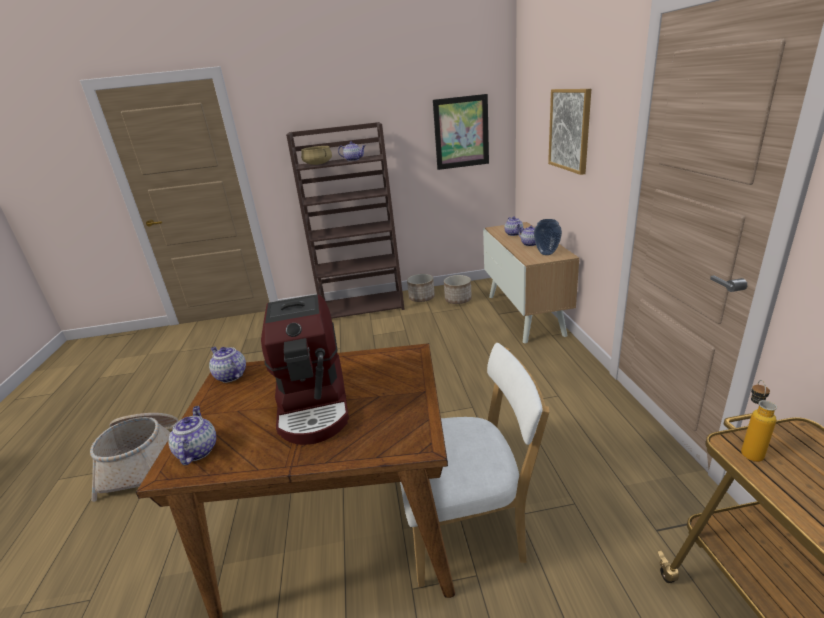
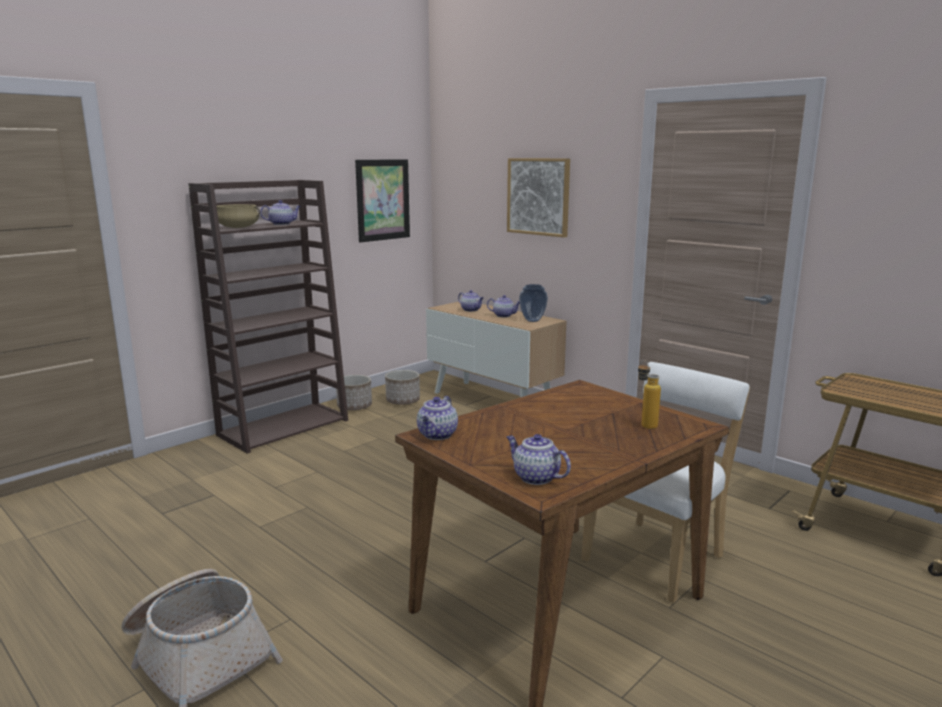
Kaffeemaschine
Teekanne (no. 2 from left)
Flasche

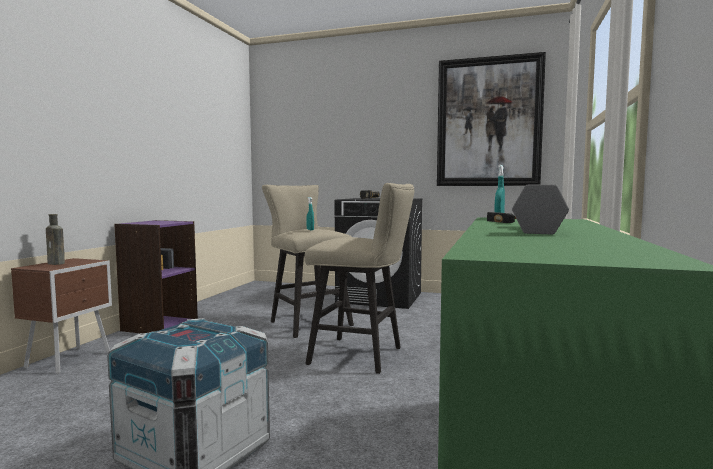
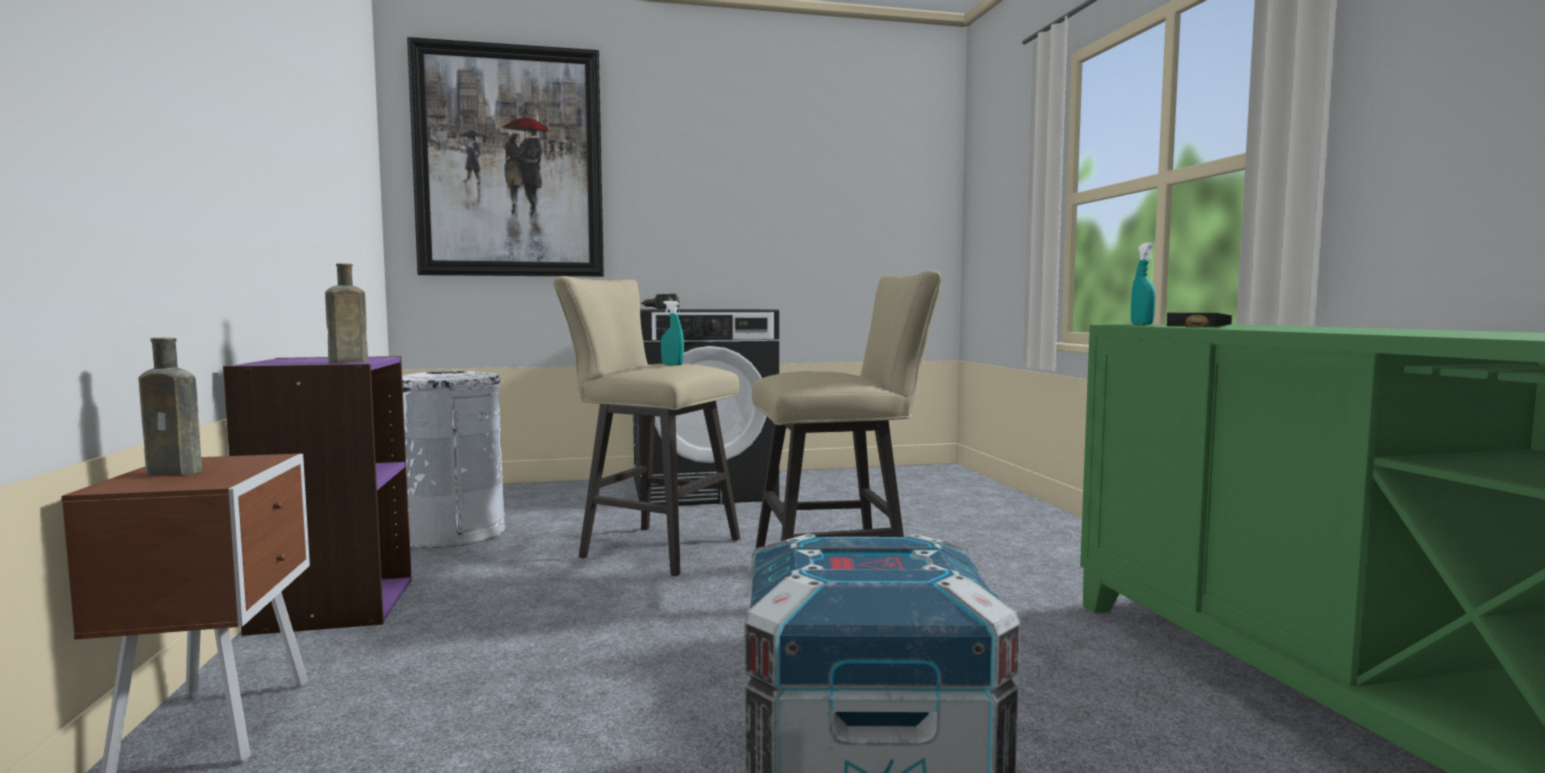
Bild
Hantel [grau]
Flasche [braun] (no. 2 from left)
Mülleimer [weiß]

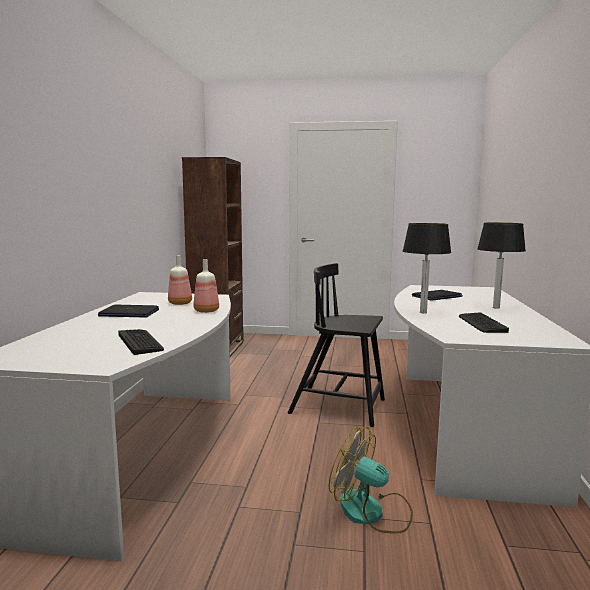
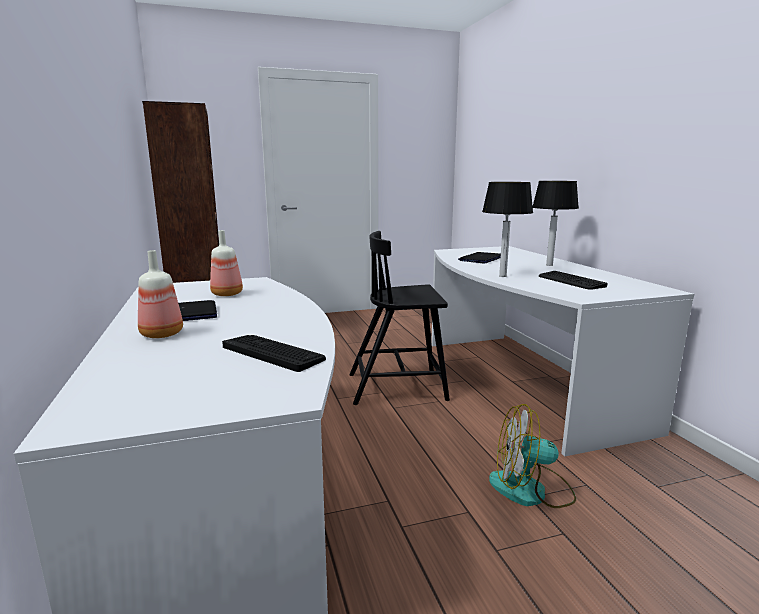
Flasche (no. 1 from left)

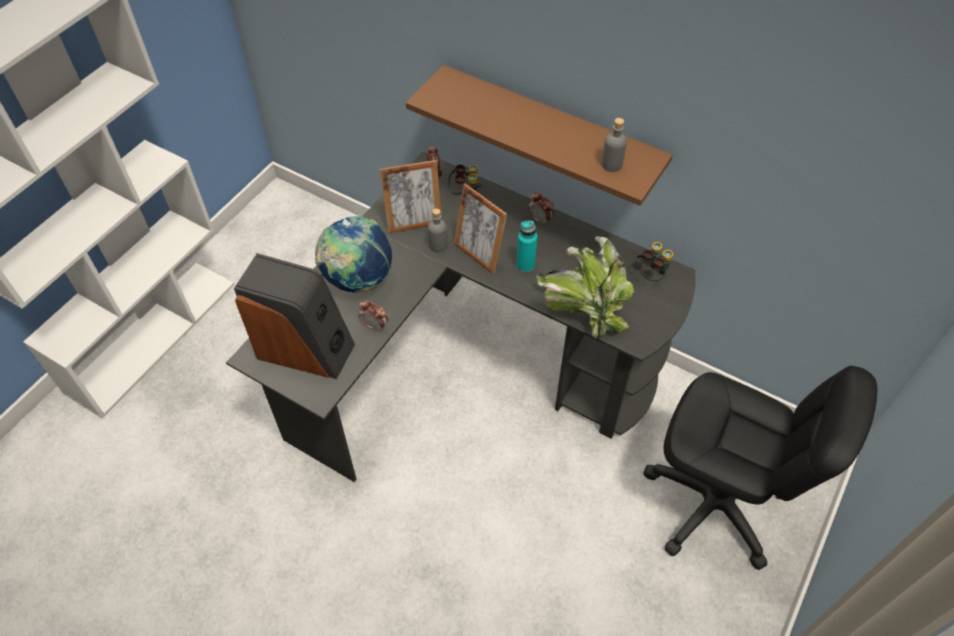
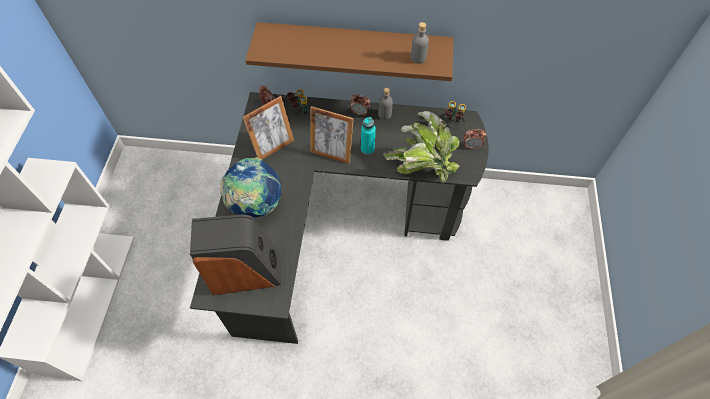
Flasche [grau] (no. 1 from left)
Wecker (no. 3 from left)
Bürostuhl [schwarz]

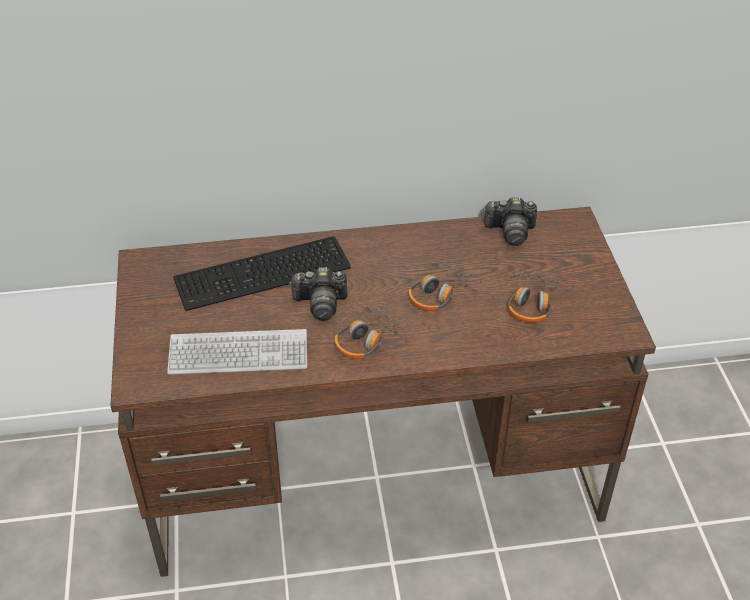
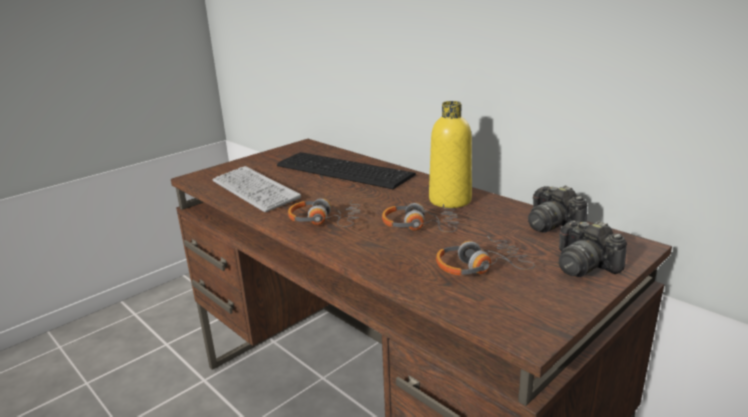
Kamera (no. 2 from left)
Flasche [gelb]

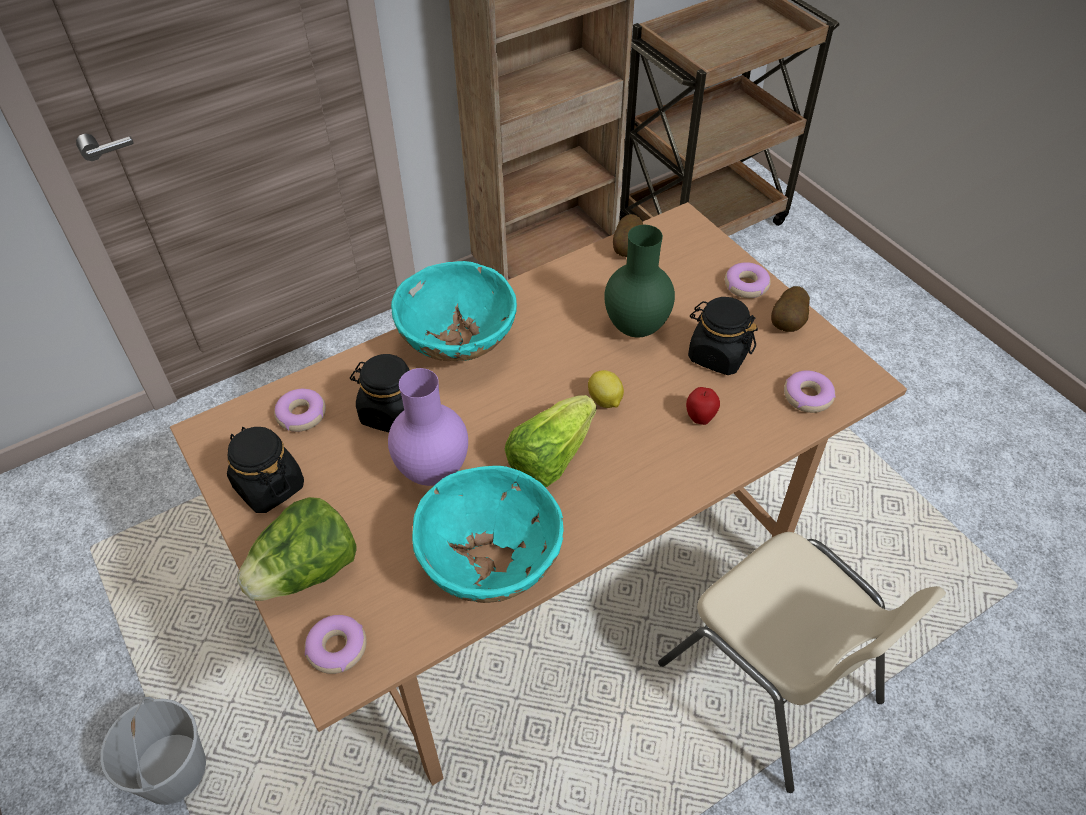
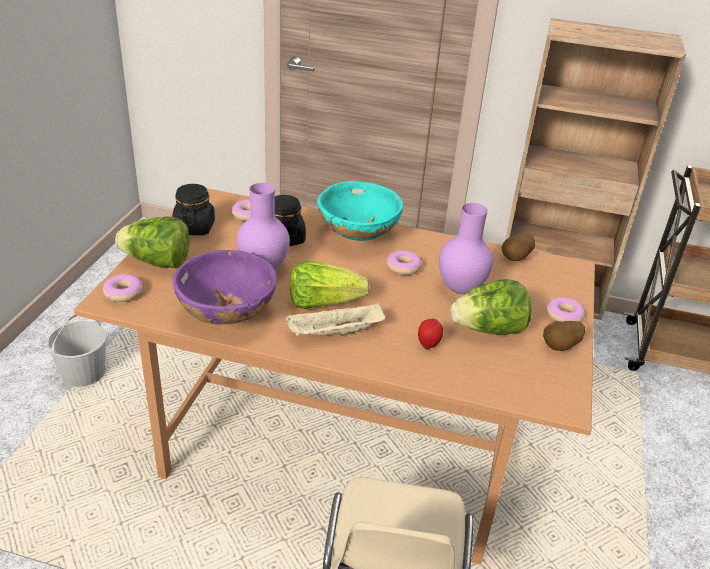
Vase [lila] (no. 2 from left)
Salatkopf (no. 3 from left)
Zitrone
Donut (no. 3 from left)
Schüssel [lila]
Tablett [beige]

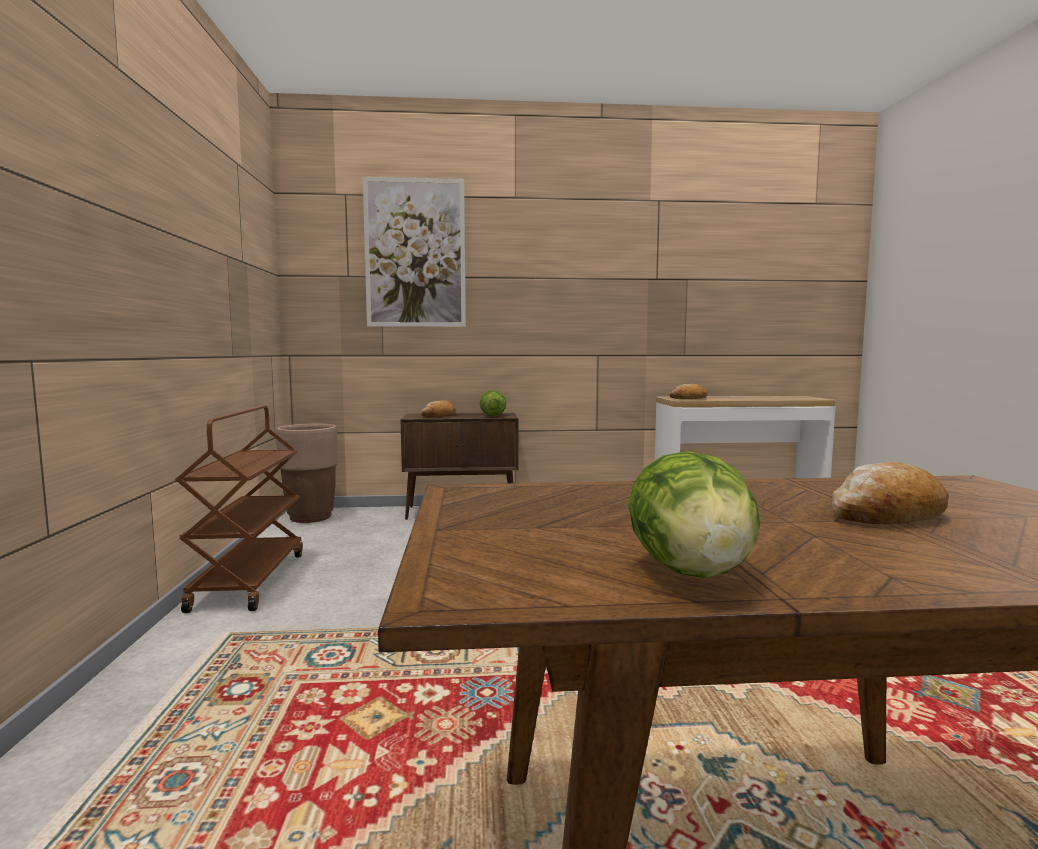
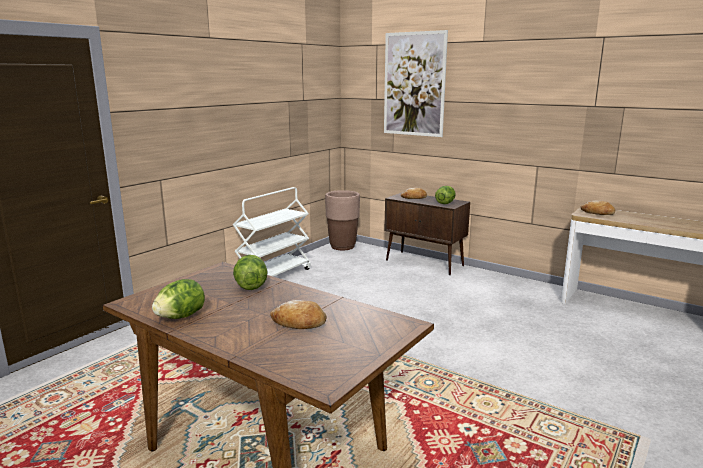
Rollwagen [weiß]
Salatkopf (no. 2 from left)

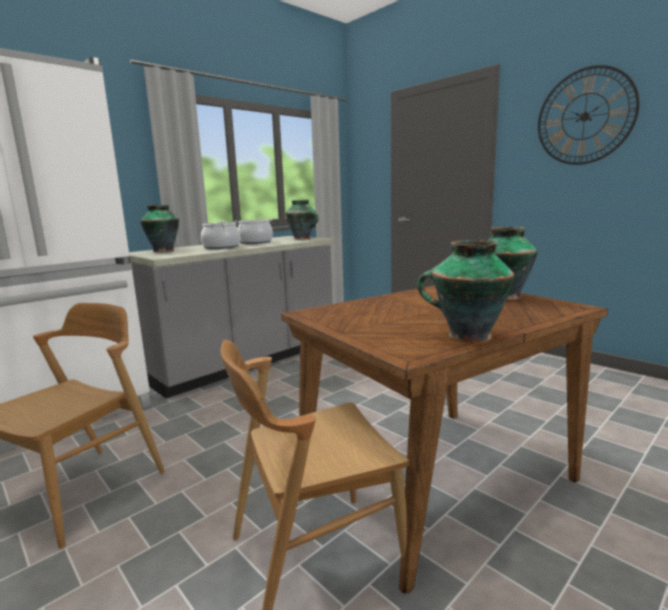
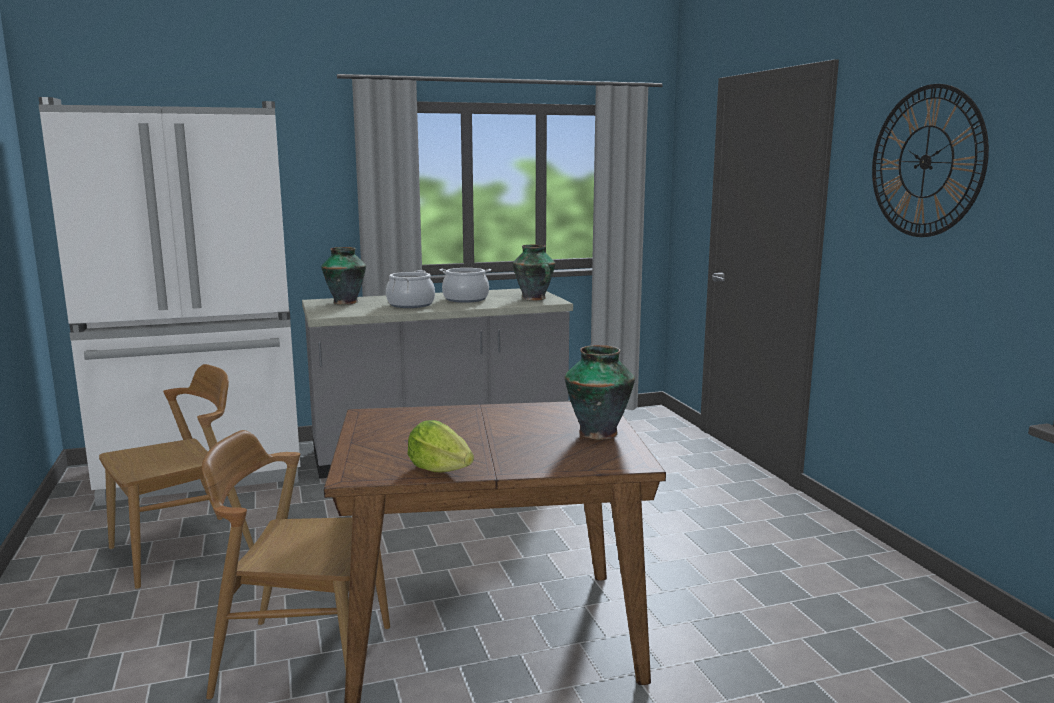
Salatkopf

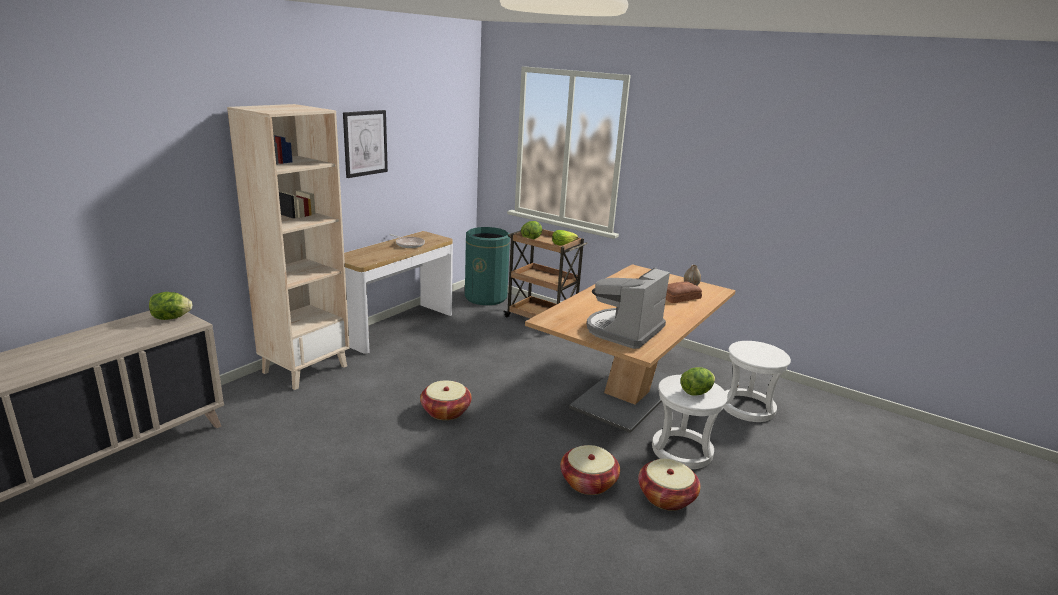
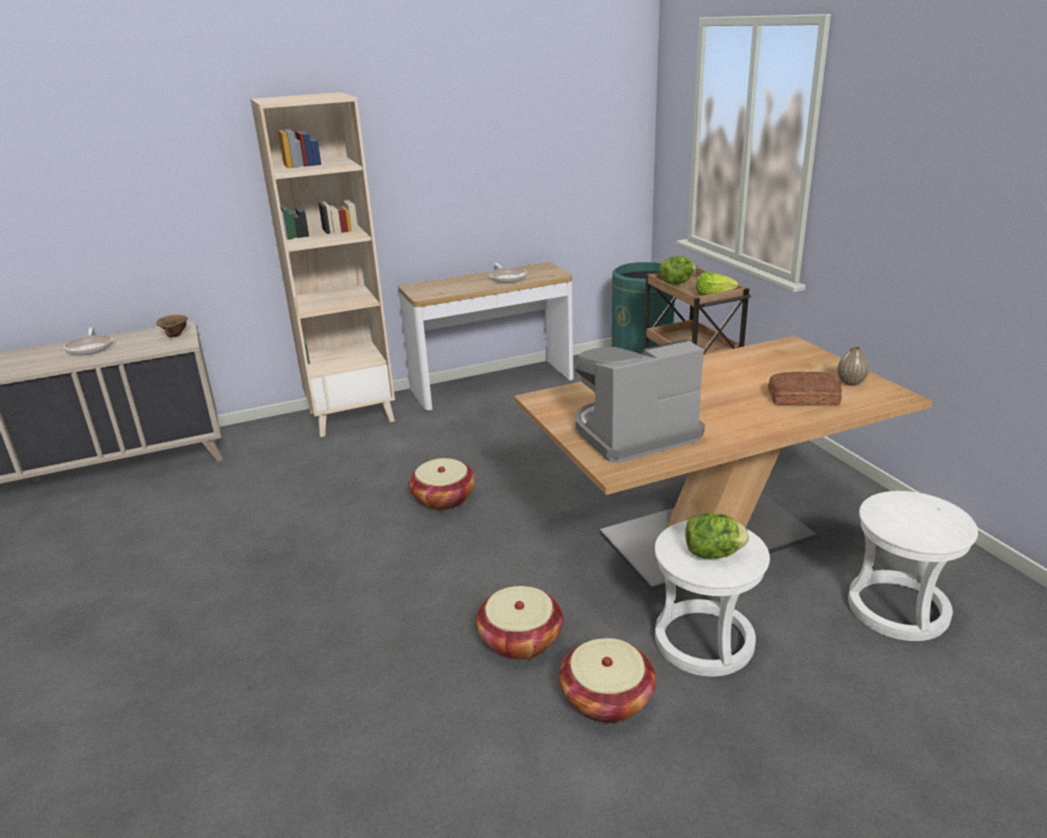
Bild
Schüssel [braun]
Pfanne (no. 1 from left)

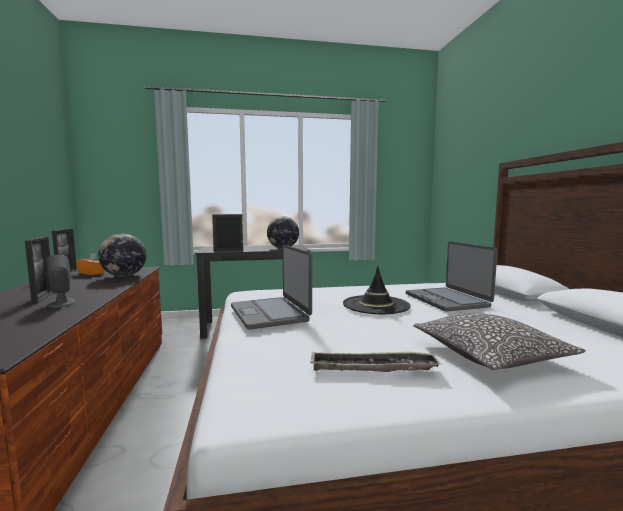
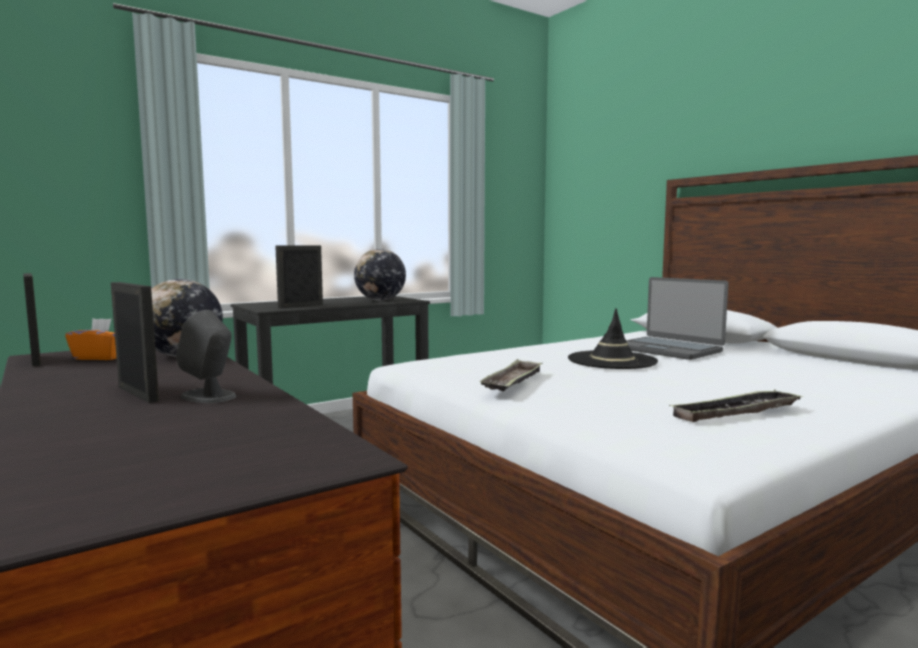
Tablett (no. 1 from left)
Kissen

